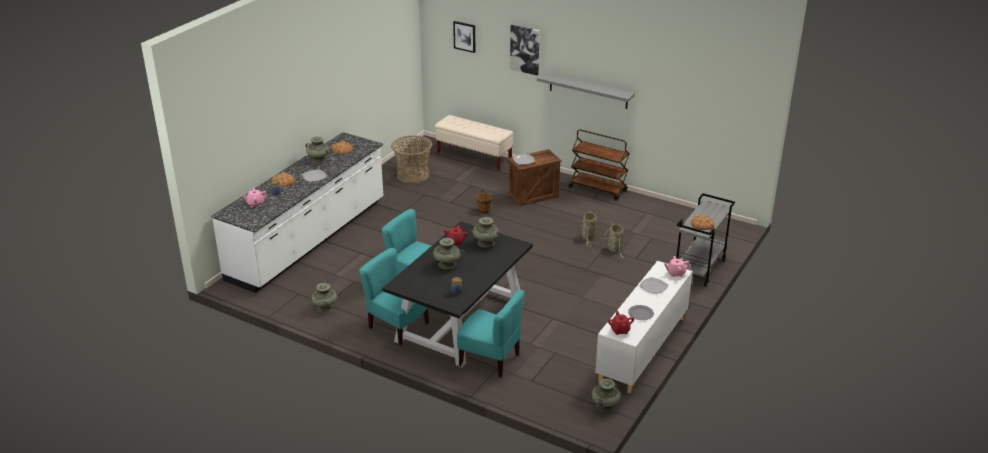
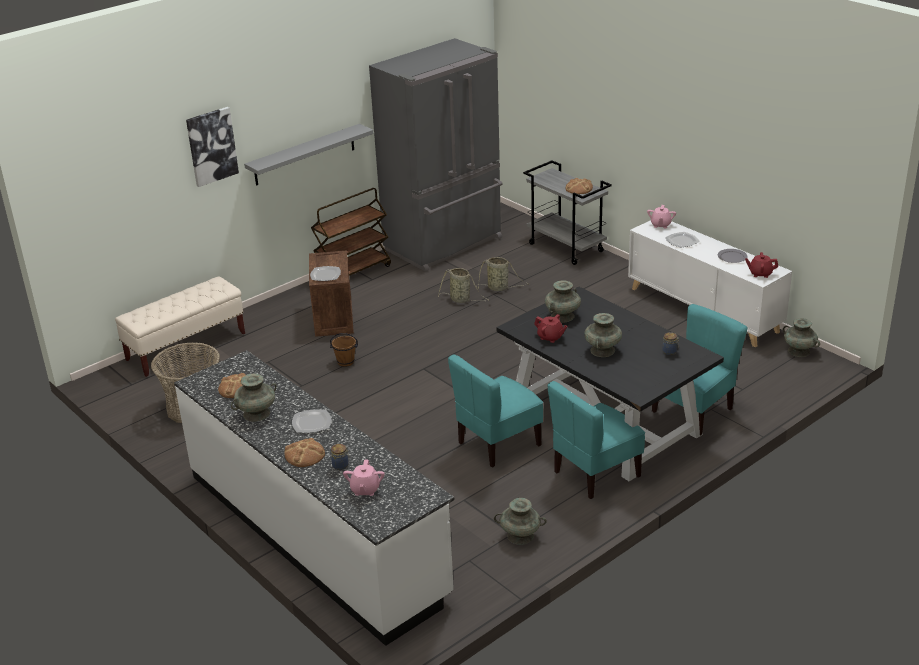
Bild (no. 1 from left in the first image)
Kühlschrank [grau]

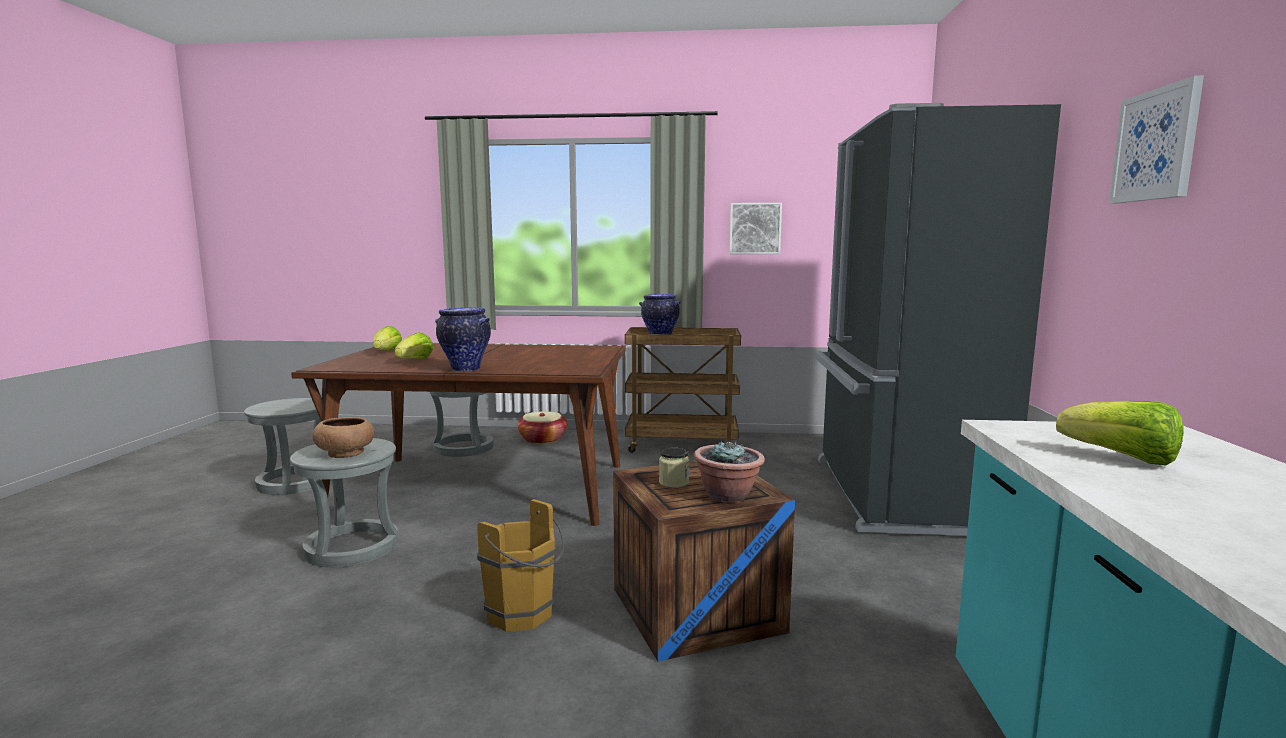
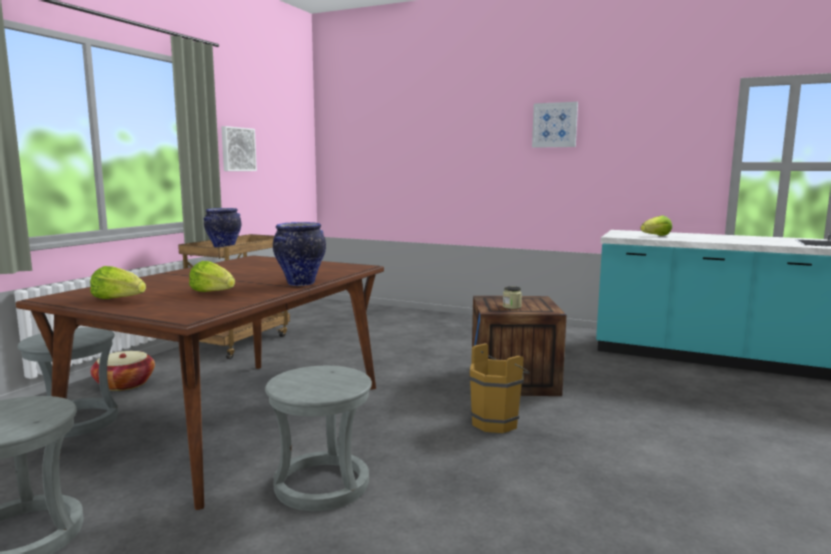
Kühlschrank [schwarz]
Schüssel [braun]
Topfpflanze

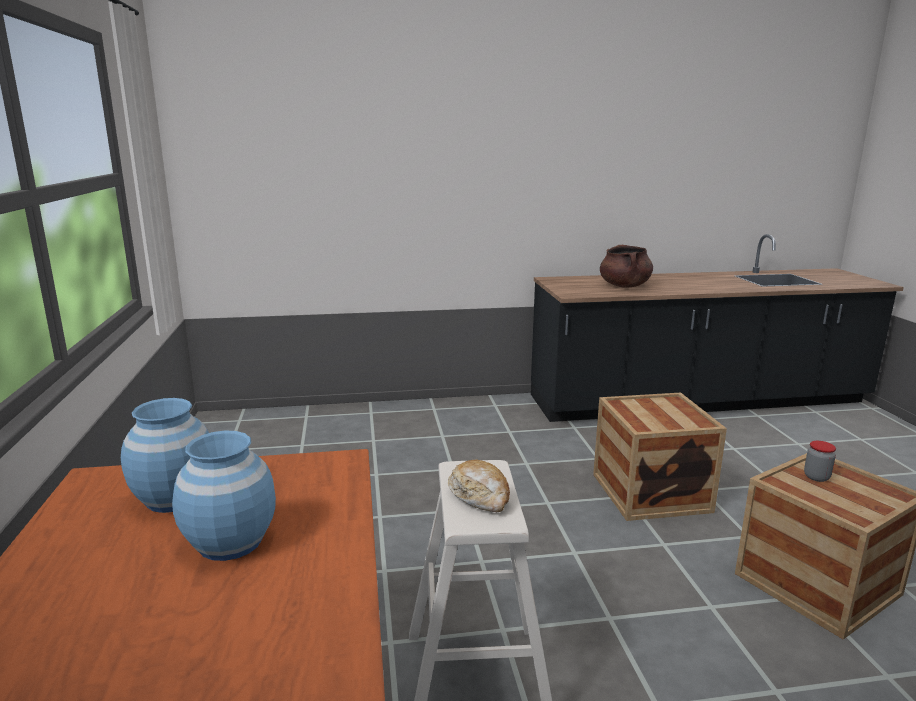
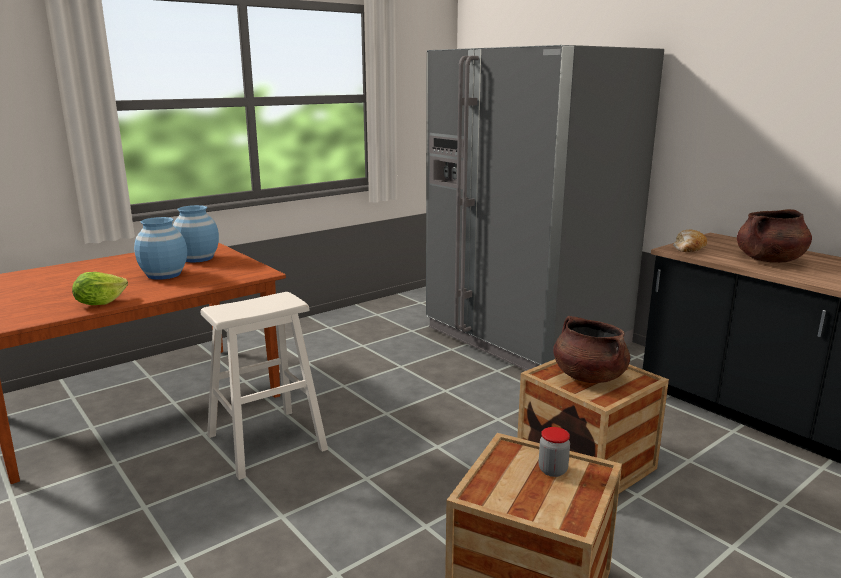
Brot
Kühlschrank [grau]
Salatkopf
Kochtopf [braun] (no. 1 from left)

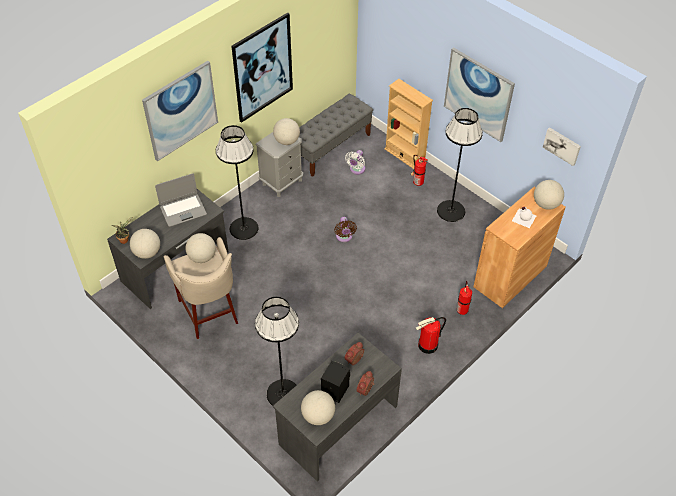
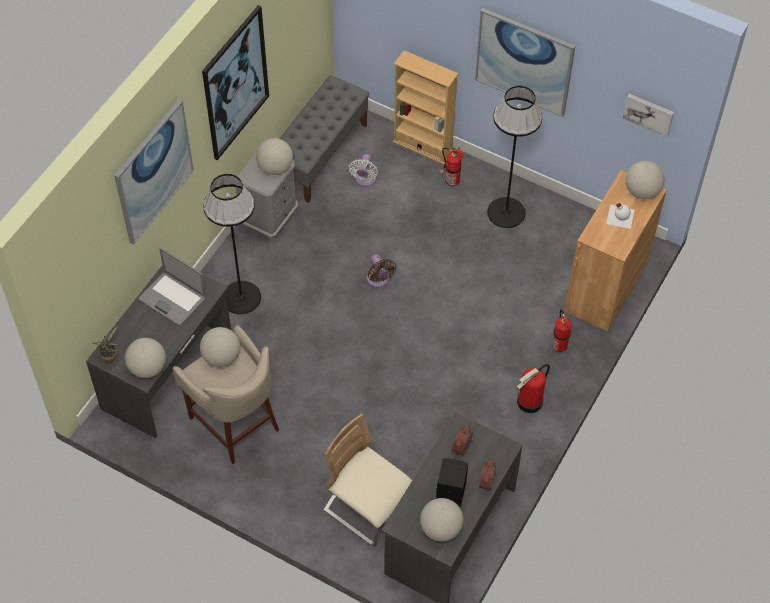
Laptop
Stuhl [beige]

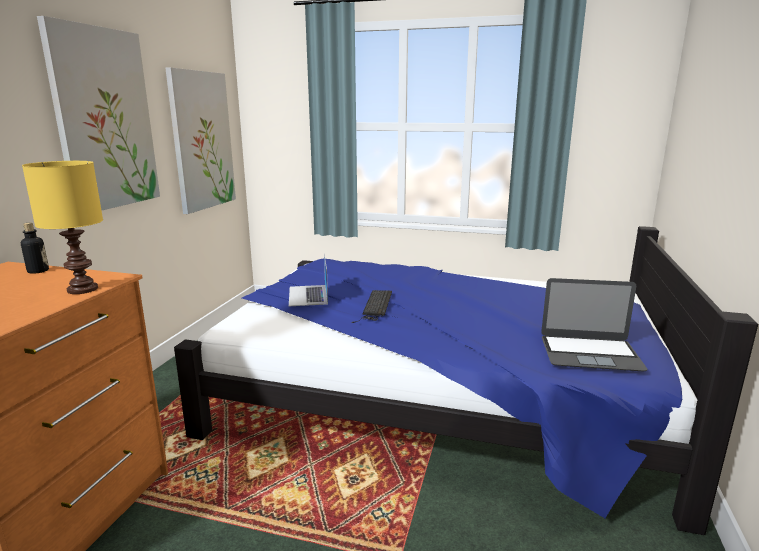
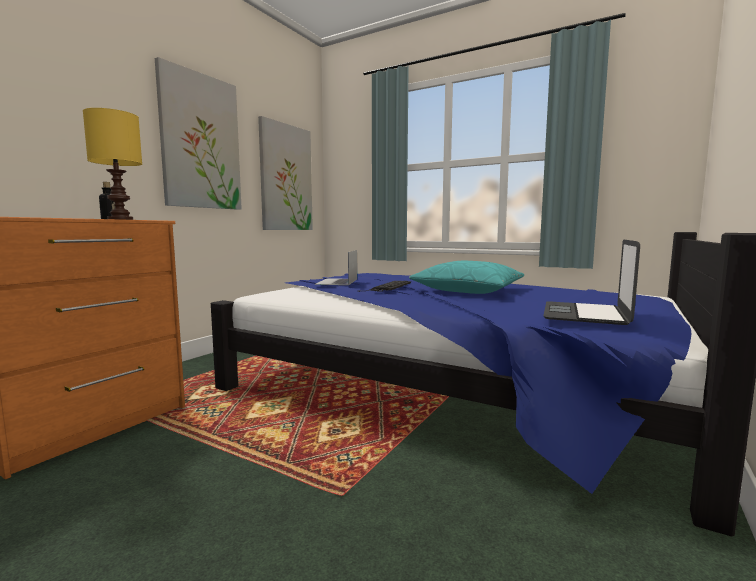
Laptop (no. 2 from left)
Kissen [türkis]

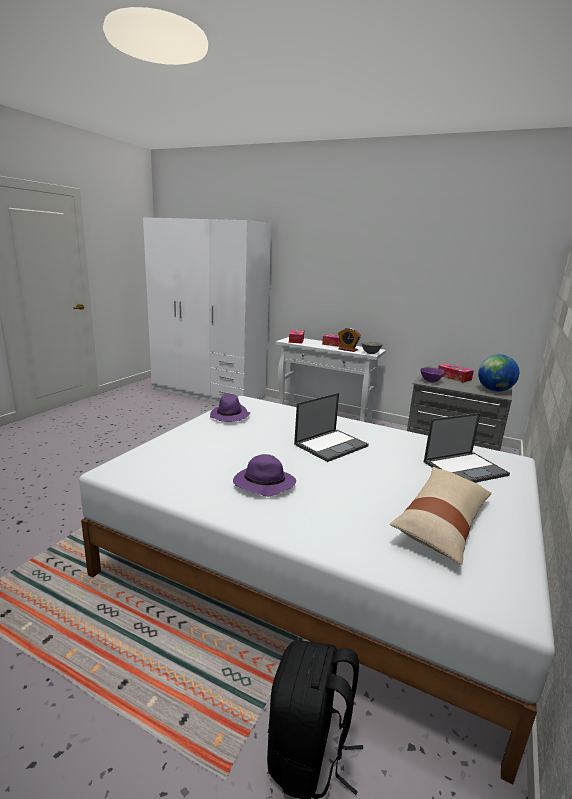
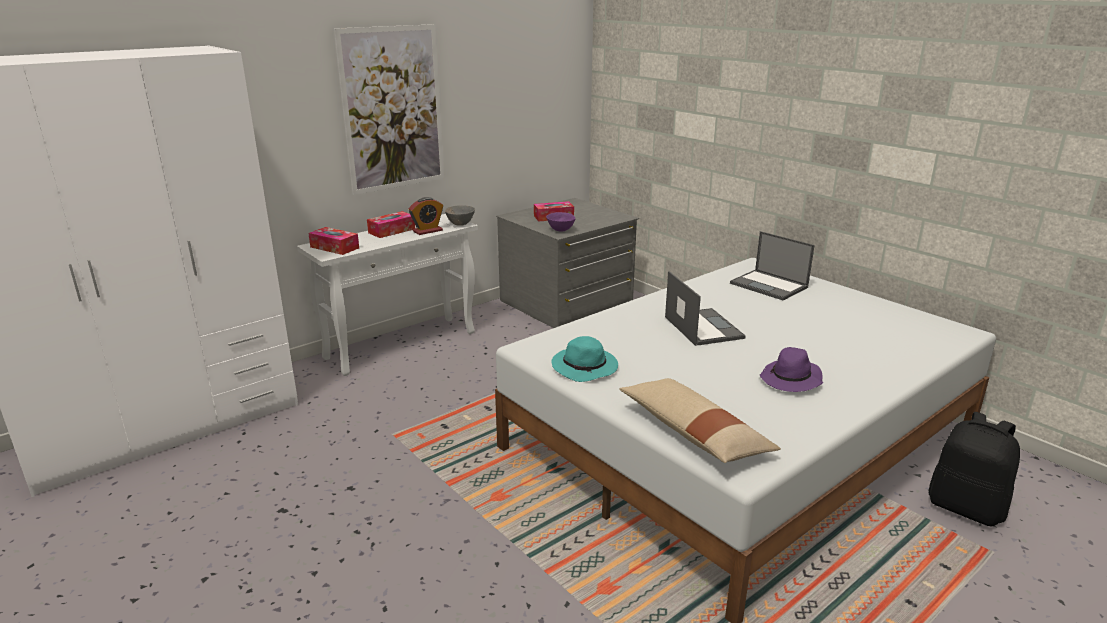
Globus
Hut [türkis]
Laptop (no. 2 from left)
Kissen [beige]
Bild

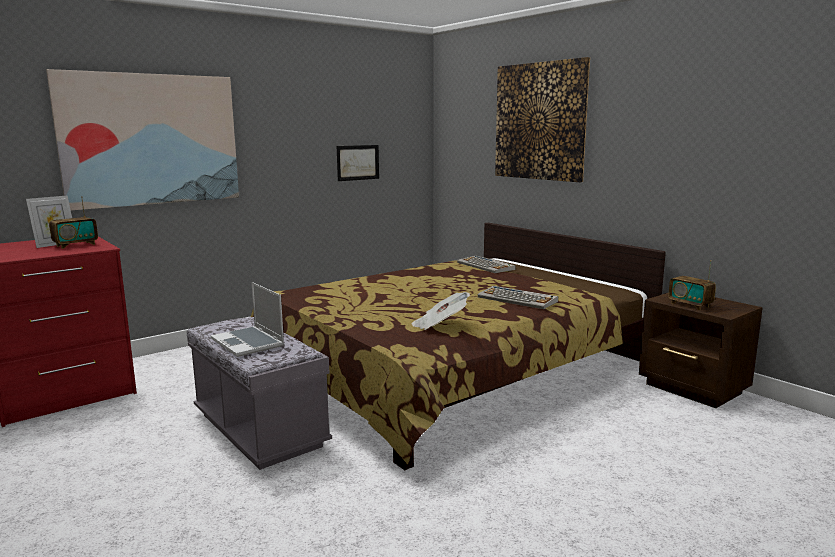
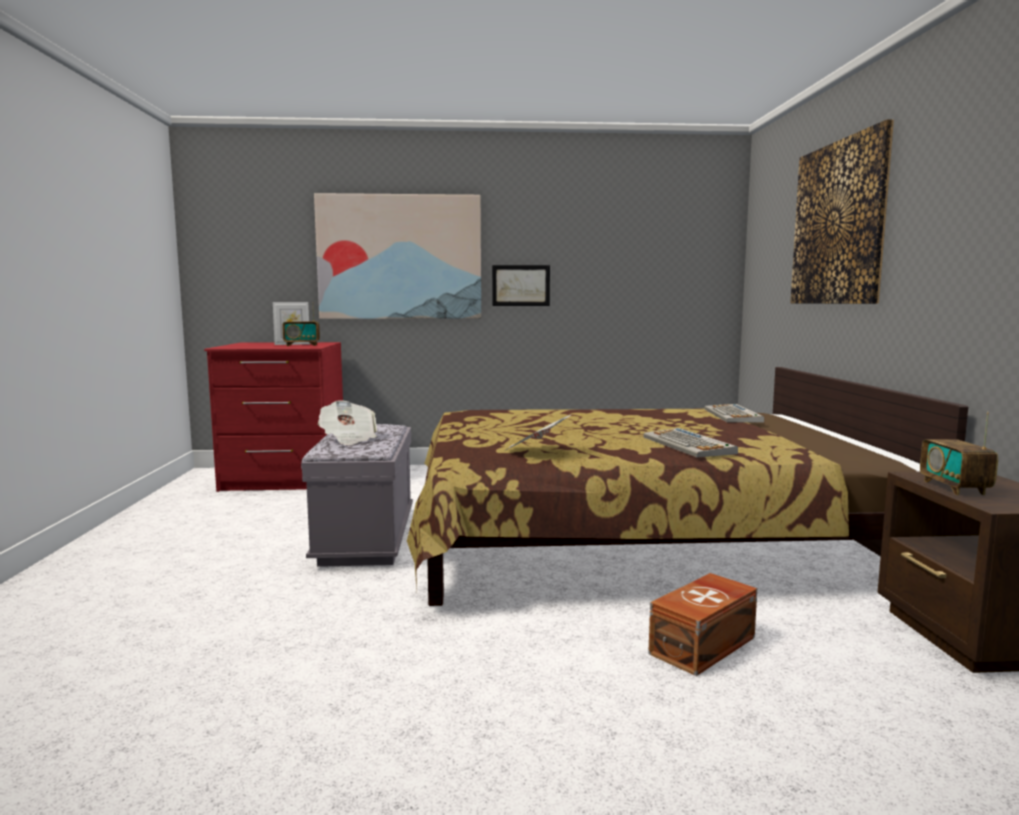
Bild (no. 2 from left)
Zeitung (no. 1 from left)
Aufbewahrungsbox [braun]

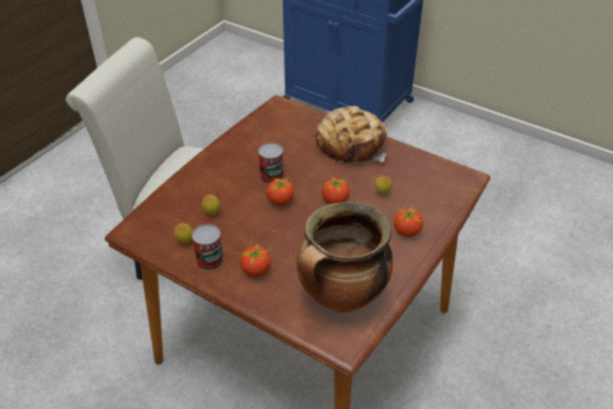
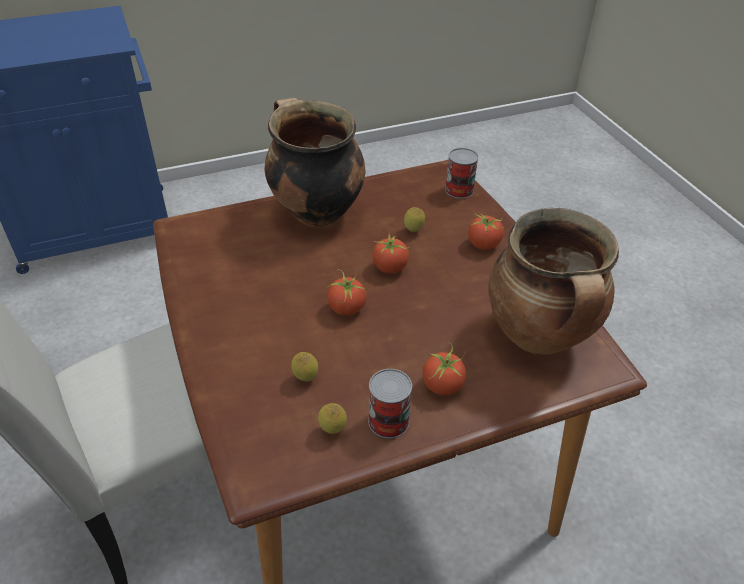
Kochtopf (no. 1 from left)
Dose (no. 2 from left)

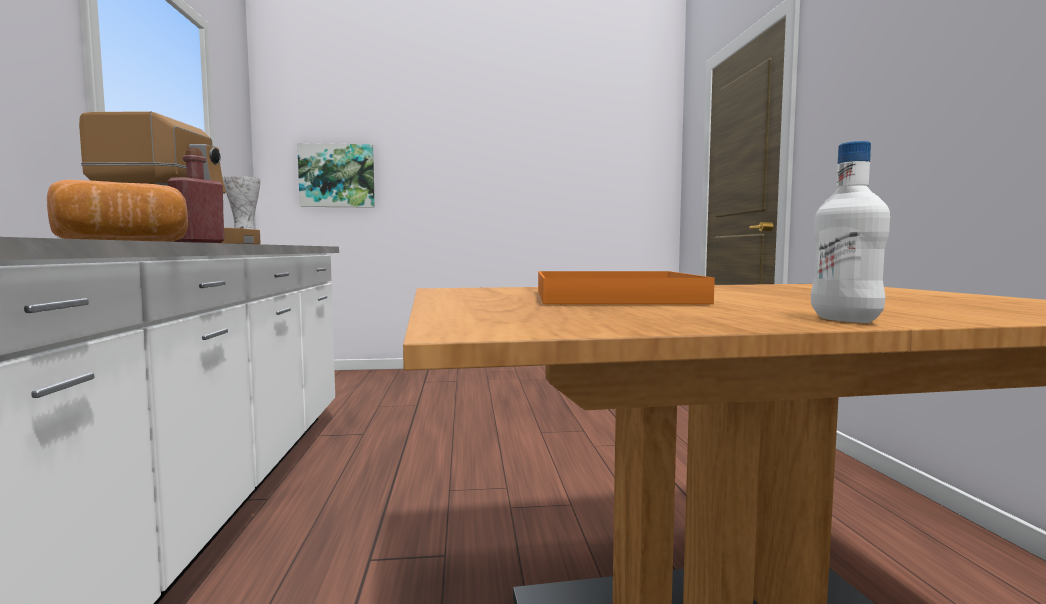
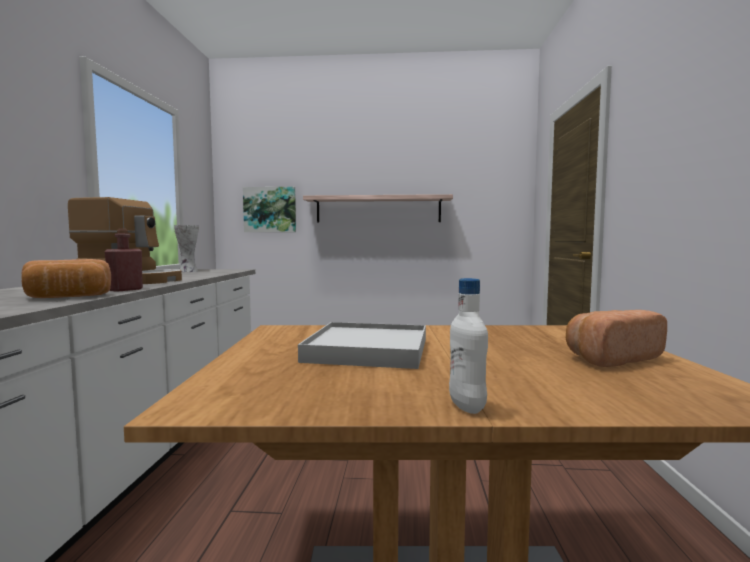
Tablett [weiß]
Wandregal
Brot (no. 2 from left)

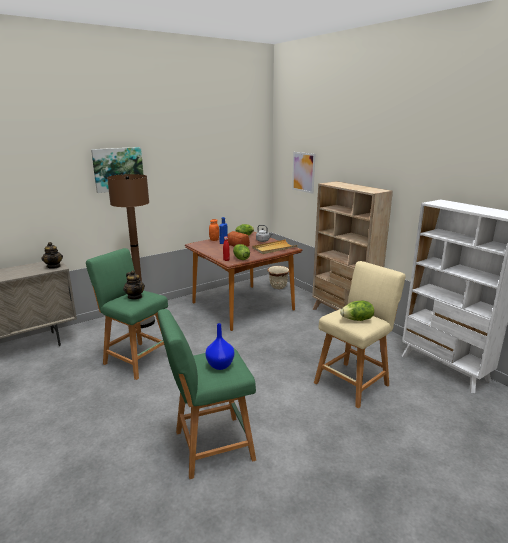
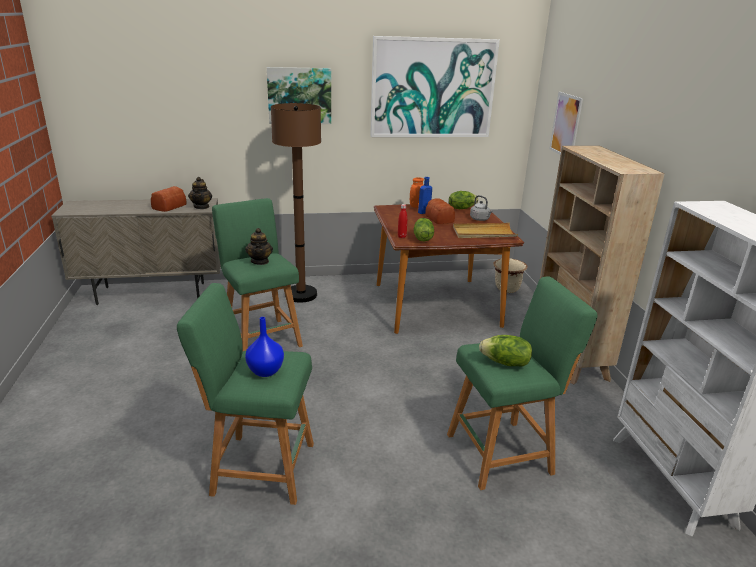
Hocker [grün] (no. 3 from left)
Bild (no. 2 from left)
Brot (no. 1 from left)

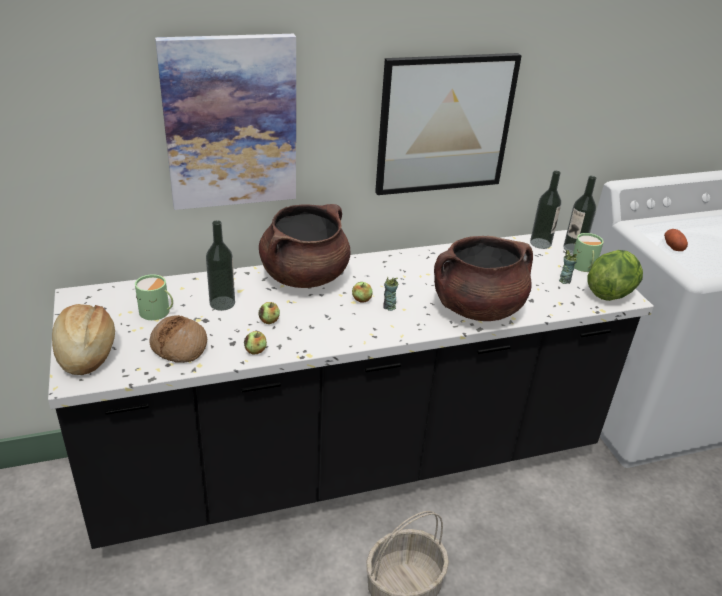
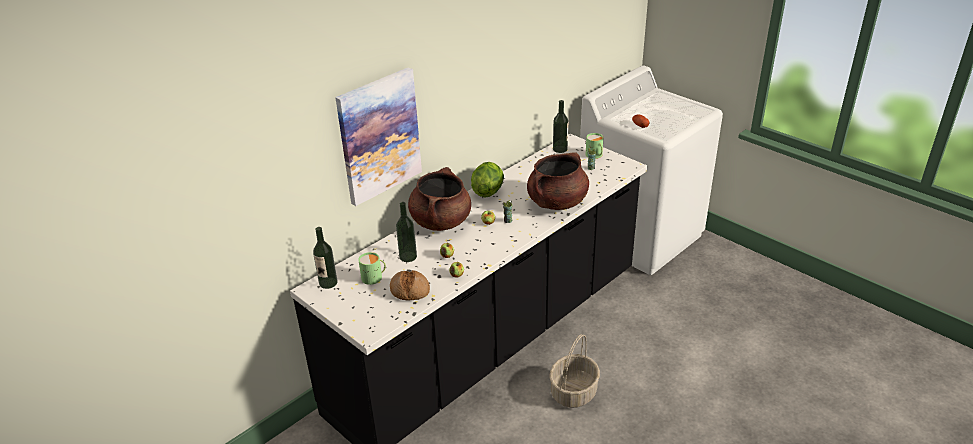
Bild (no. 2 from left in the first image)
Flasche (no. 1 from left)
Salatkopf
Brot (no. 1 from left in the first image)

